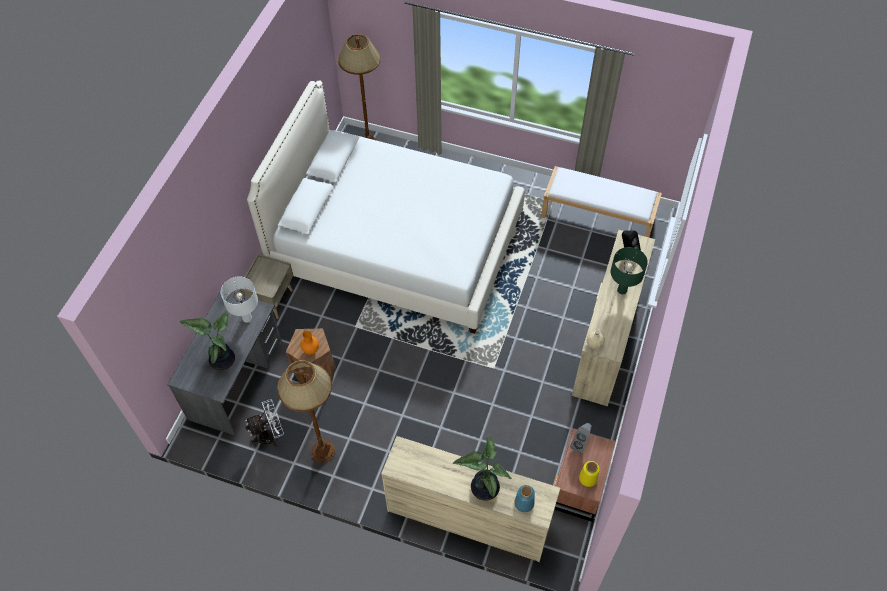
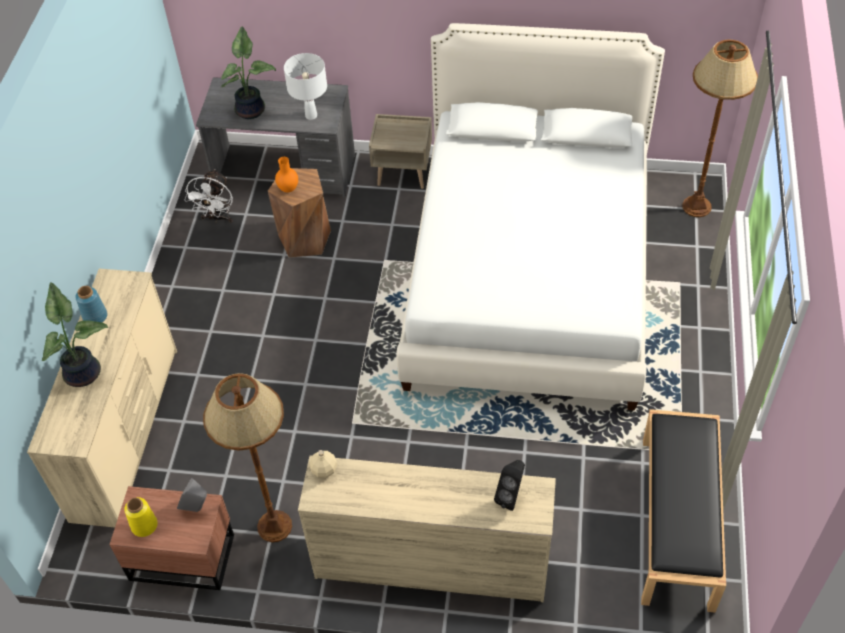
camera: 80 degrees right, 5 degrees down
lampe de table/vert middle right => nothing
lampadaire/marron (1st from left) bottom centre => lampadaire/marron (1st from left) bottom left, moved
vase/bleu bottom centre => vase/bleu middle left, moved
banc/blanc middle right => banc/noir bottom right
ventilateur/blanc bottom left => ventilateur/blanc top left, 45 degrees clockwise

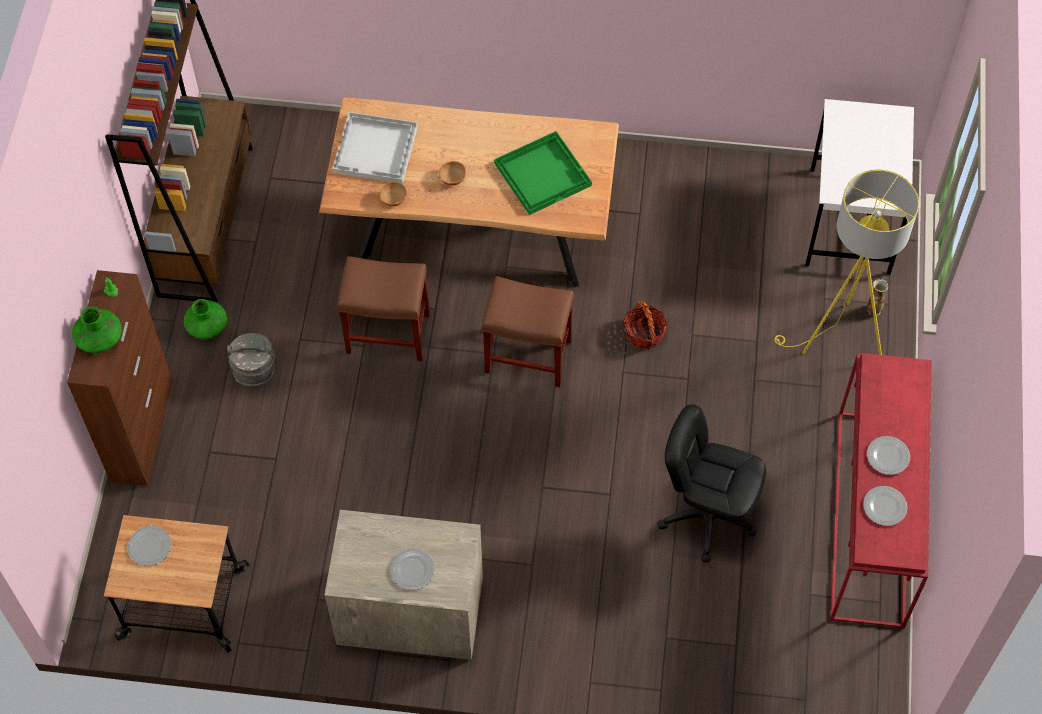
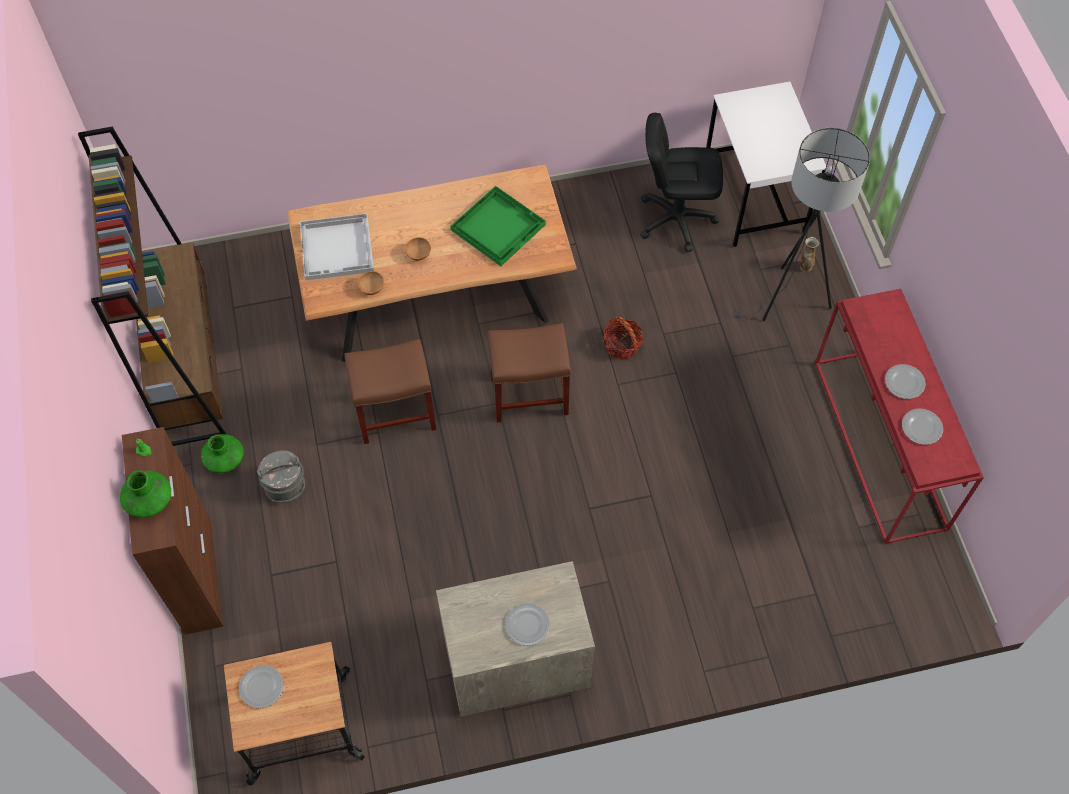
camera: 20 degrees left, 0 degrees up
chaise de bureau/noir bottom right => chaise de bureau/noir top centre, moved
lampadaire/jaune middle right => lampadaire/gris top right

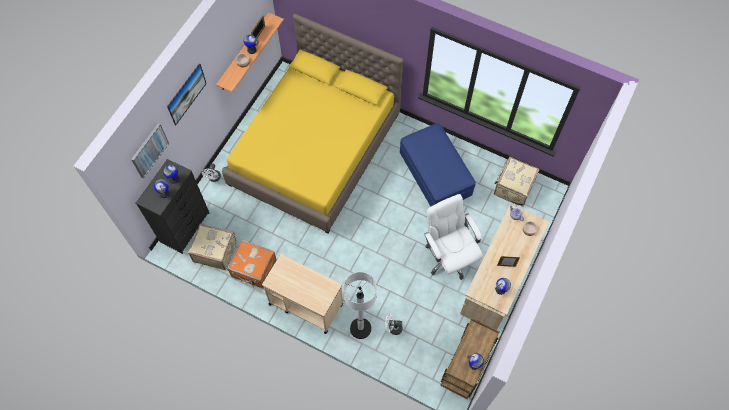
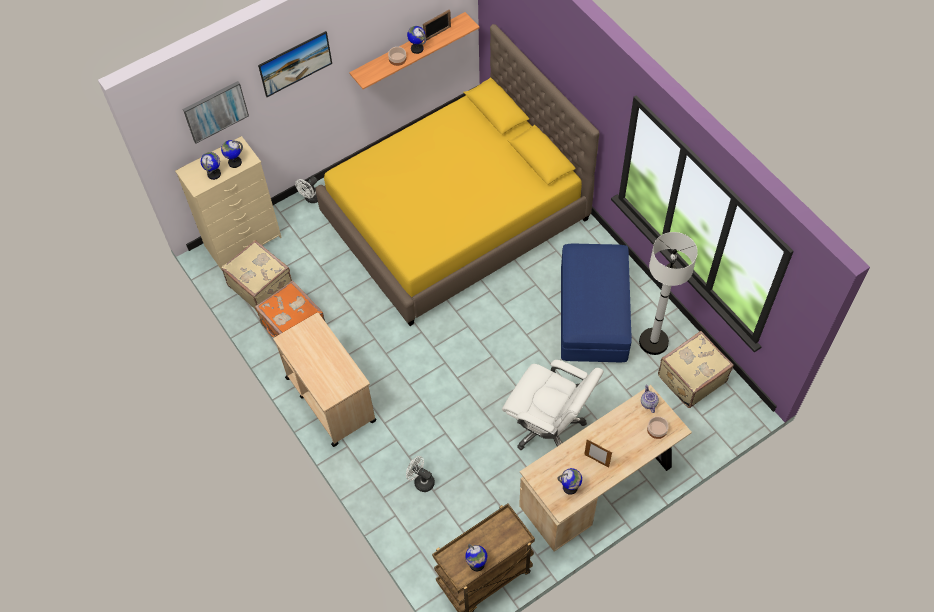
camera: 30 degrees right, 5 degrees down
lampadaire/blanc bottom centre => lampadaire/blanc middle right, moved
commode/noir middle left => commode/beige top left
chaise de bureau/blanc centre, 120 degrees clockwise

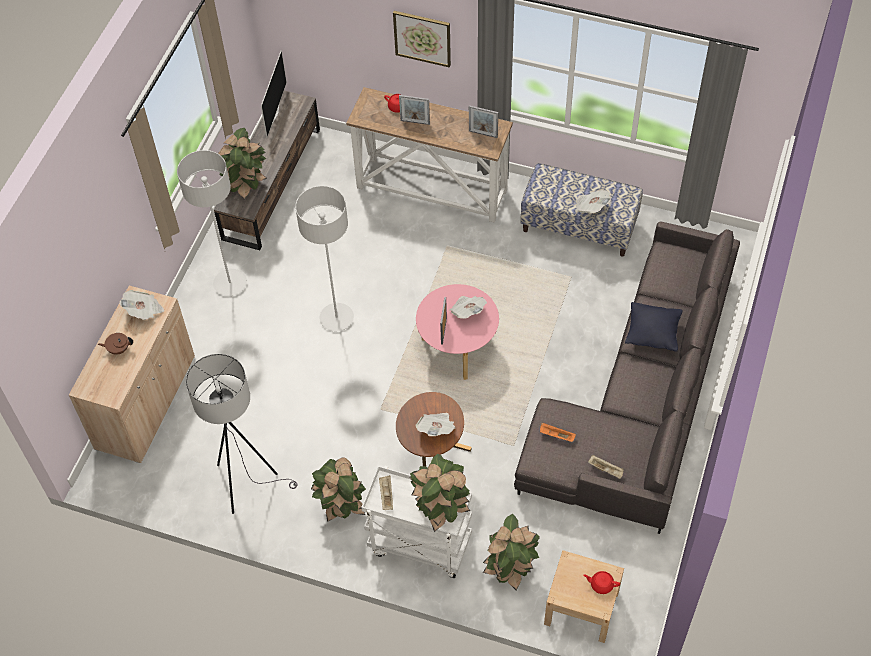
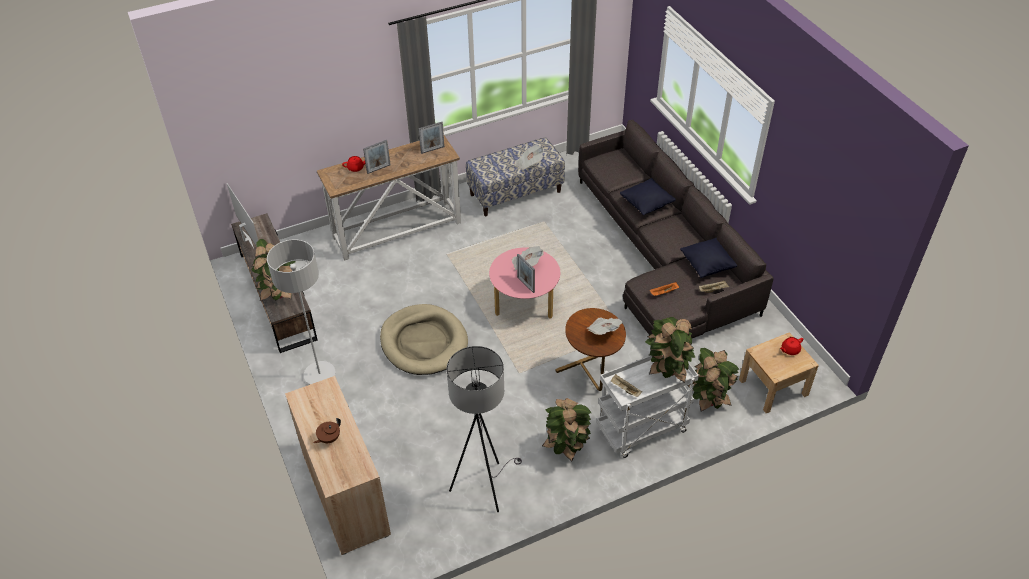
camera: 45 degrees left, 10 degrees down
journal (1st from left) middle left => nothing
tableau top centre => nothing
nothing => coussin/noir (2nd from left) middle right
lampadaire/gris (3rd from left) centre => panier pour chien/beige centre

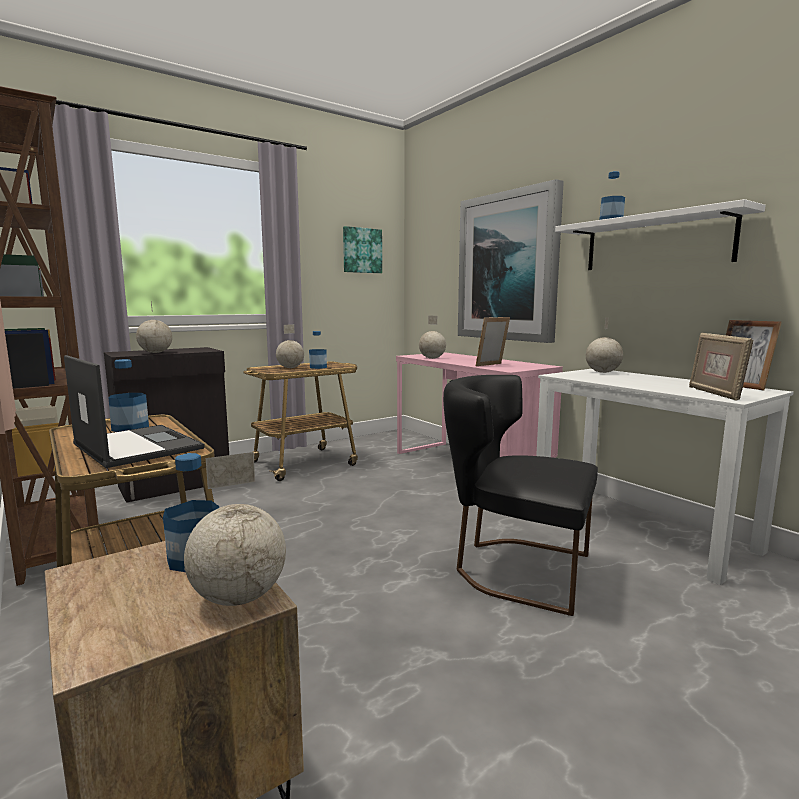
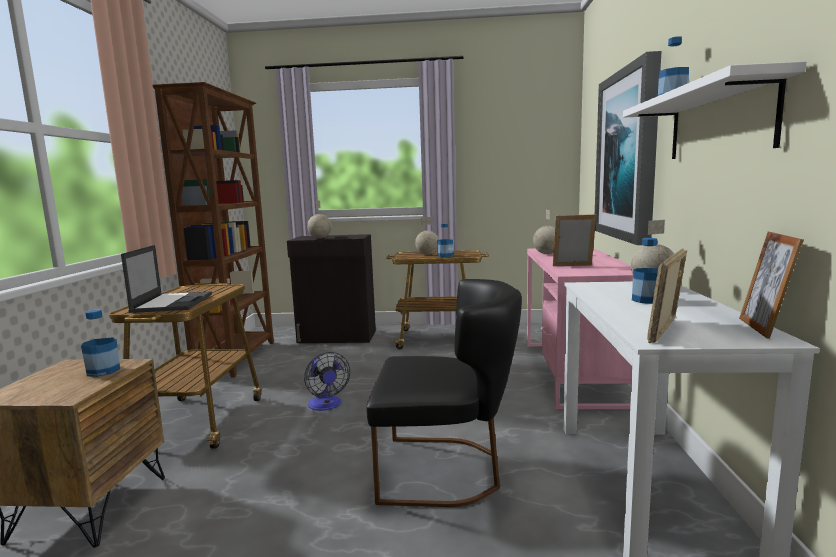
camera: 40 degrees right, 0 degrees up
globe (2nd from left) middle left => nothing
tableau (1st from left) top centre => nothing
nothing => ventilateur bottom centre
bouteille (1st from left in the first image) middle left => bouteille (3rd from left) middle right, moved
chaise/noir centre => chaise/noir bottom centre, 120 degrees clockwise

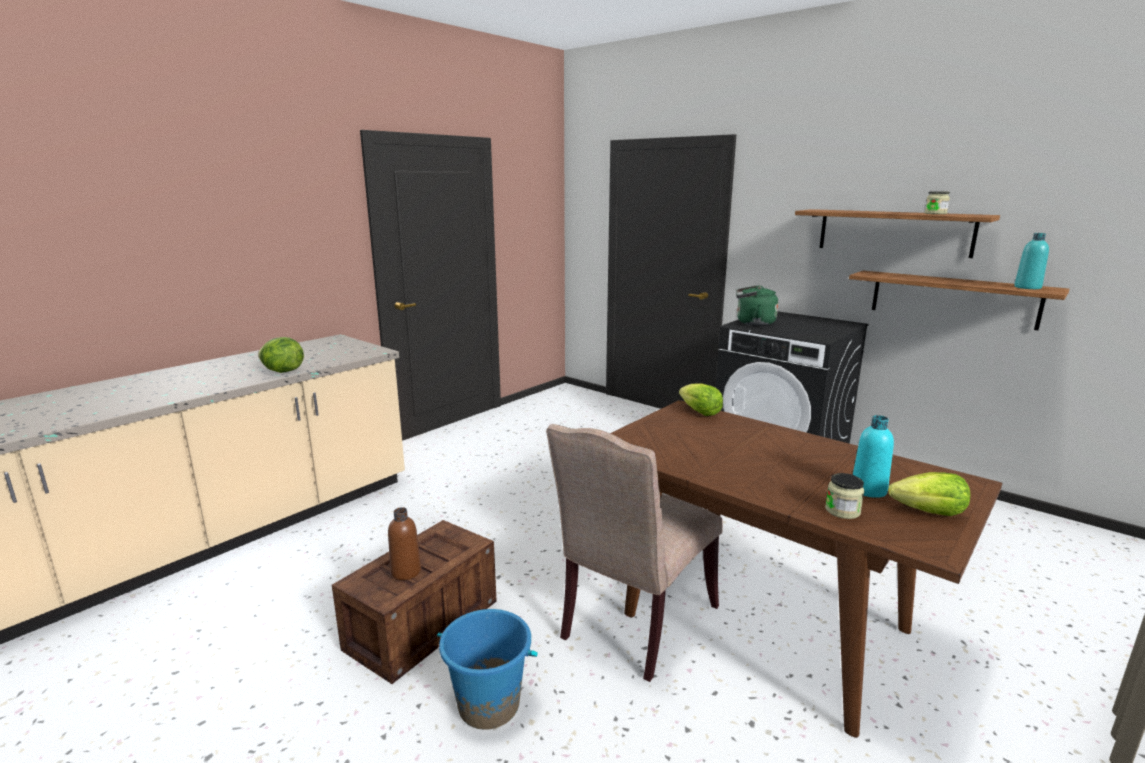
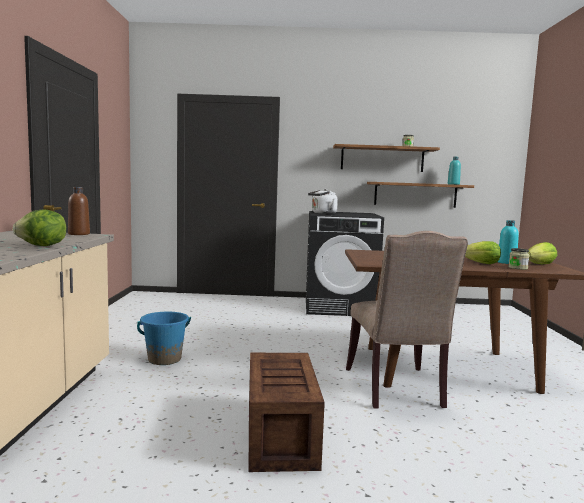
camera: 40 degrees left, 10 degrees down
bouteille/marron bottom centre => bouteille/marron middle left, moved
seau/bleu bottom centre => seau/bleu bottom left, moved
laitue (2nd from left) centre => laitue (2nd from left) middle right, moved
bouilloire/vert centre => bouilloire/blanc centre

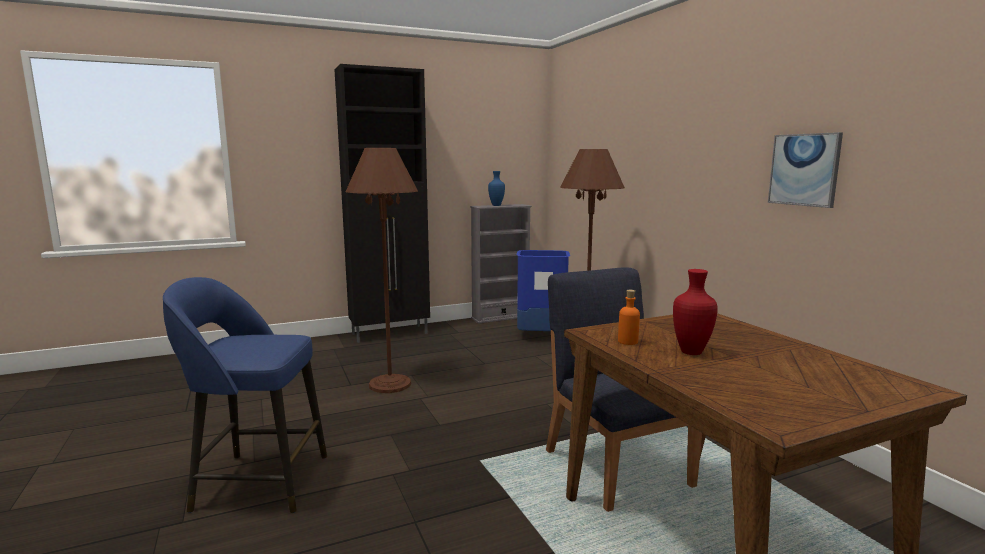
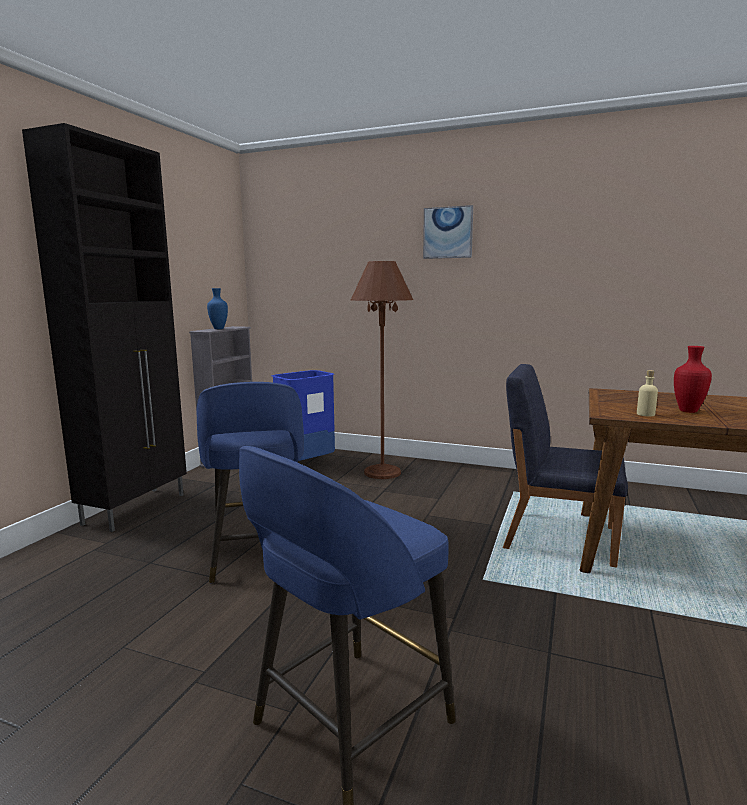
camera: 45 degrees left, 0 degrees up
tableau top right => tableau top centre, moved
lampadaire/marron (1st from left) centre => tabouret/bleu (1st from left) centre
bouteille/orange centre => bouteille/beige middle right

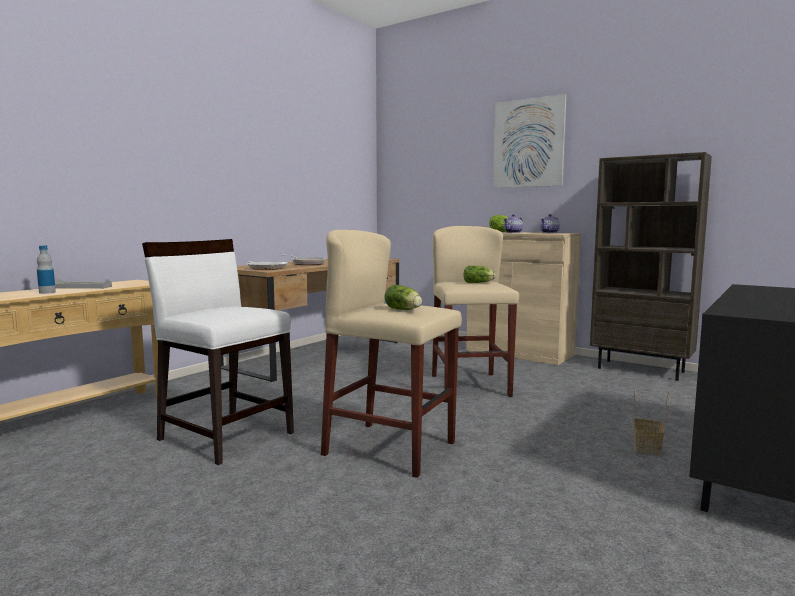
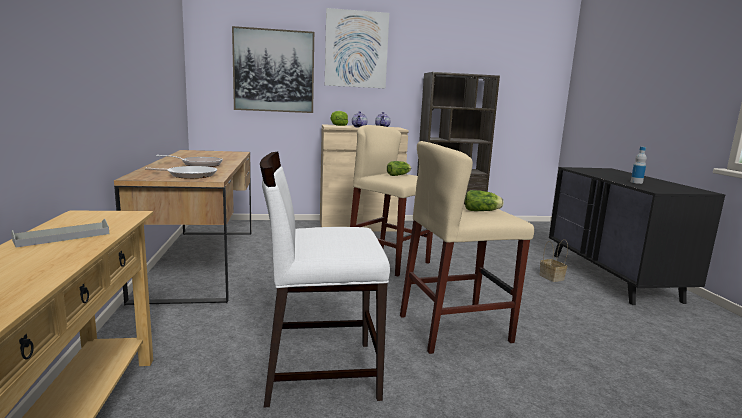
camera: 45 degrees left, 5 degrees up
nothing => tableau (1st from left) top centre
bouteille middle left => bouteille middle right, moved

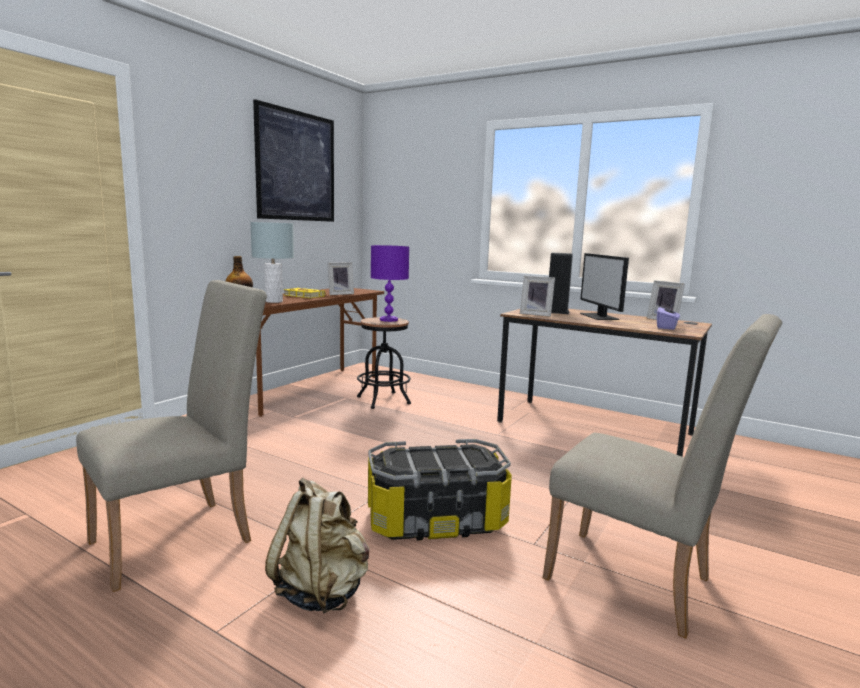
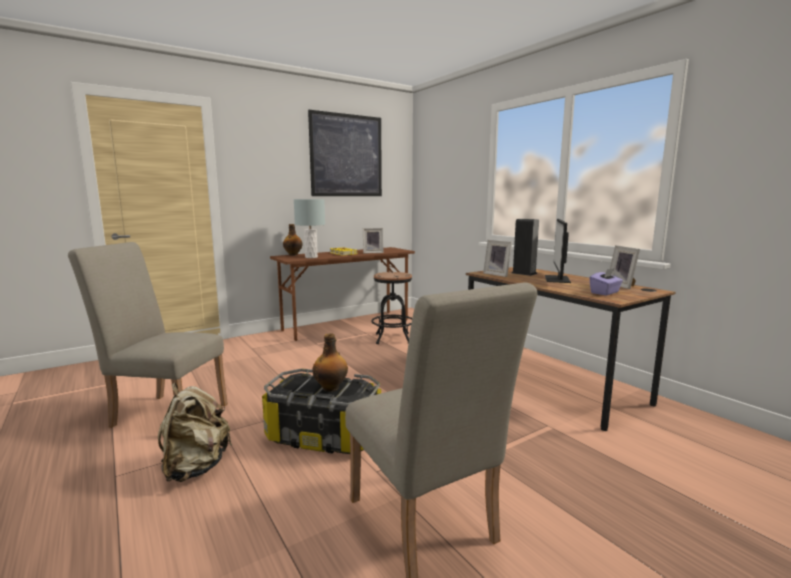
camera: 25 degrees right, 0 degrees up
lampe de table/violet centre => nothing
nothing => bouteille (2nd from left) centre
chaise/beige (1st from left) middle left, 150 degrees counterclockwise

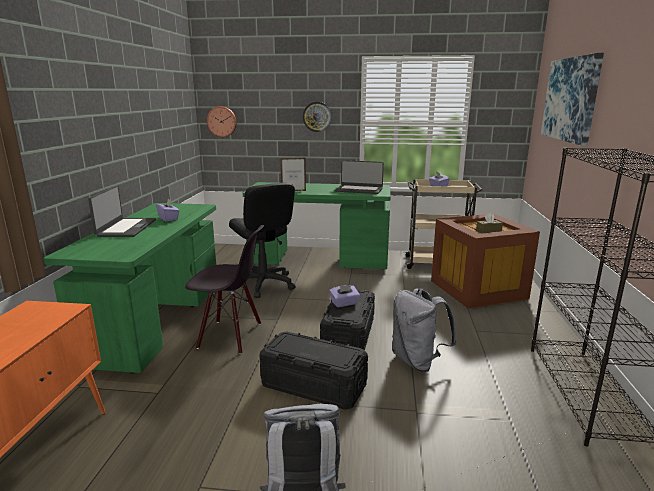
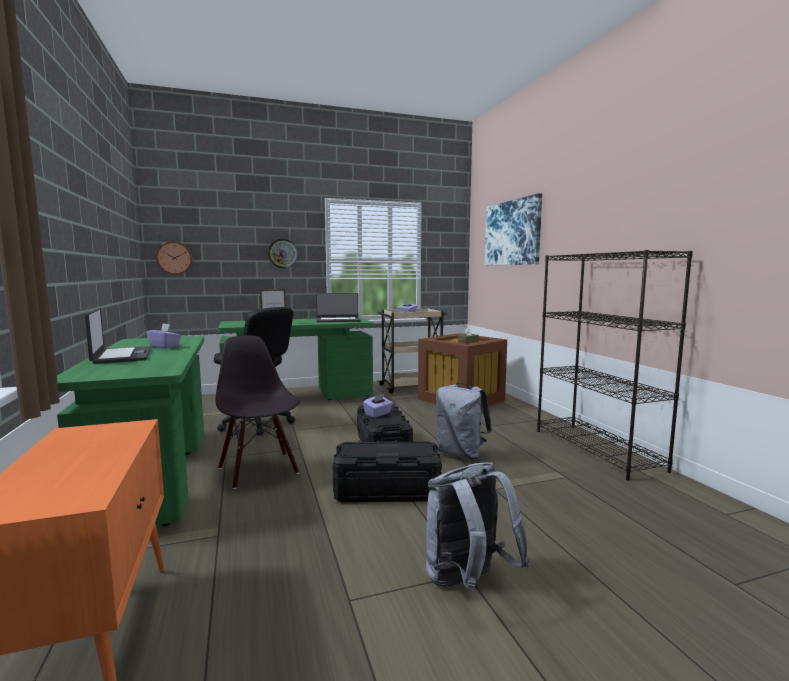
camera: 25 degrees left, 10 degrees down
chaise/noir centre => chaise/noir middle left, 105 degrees counterclockwise

